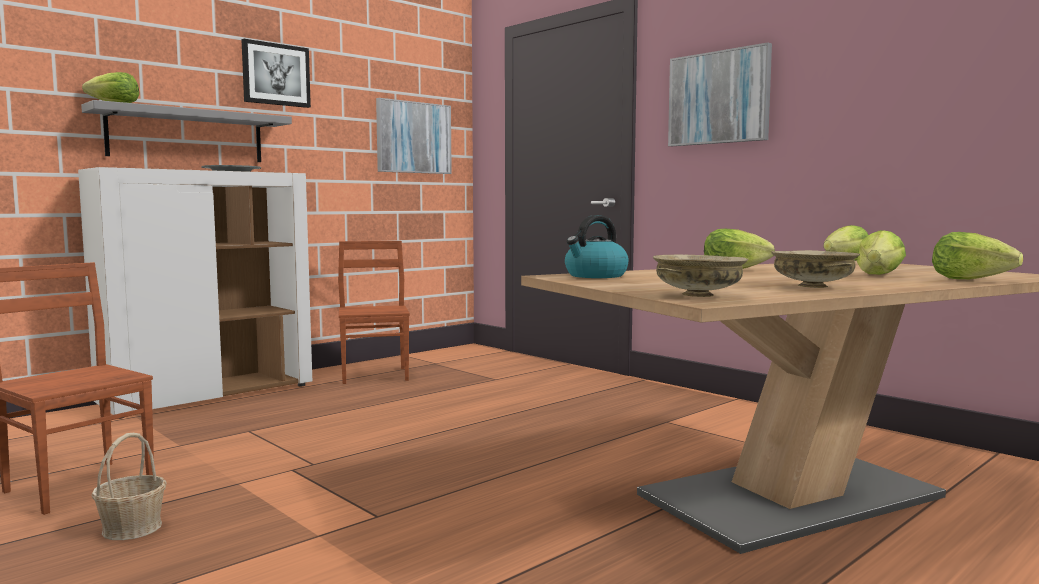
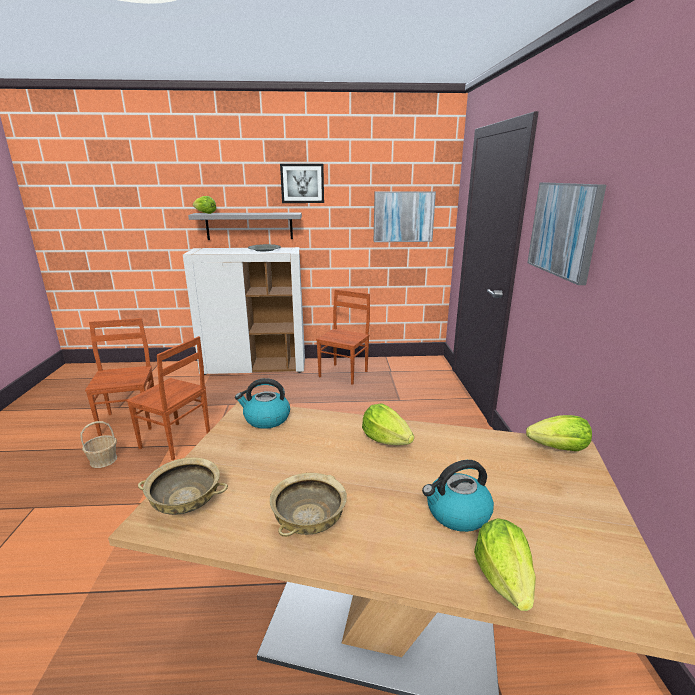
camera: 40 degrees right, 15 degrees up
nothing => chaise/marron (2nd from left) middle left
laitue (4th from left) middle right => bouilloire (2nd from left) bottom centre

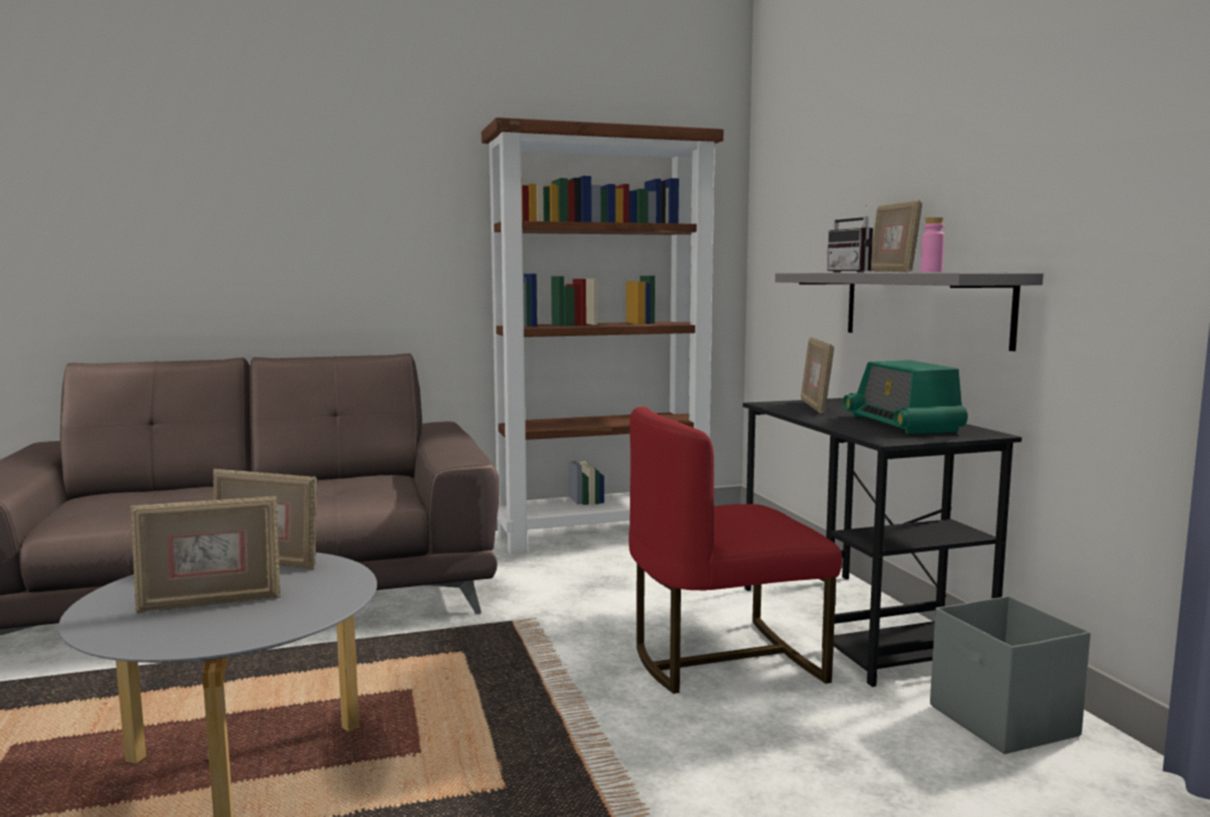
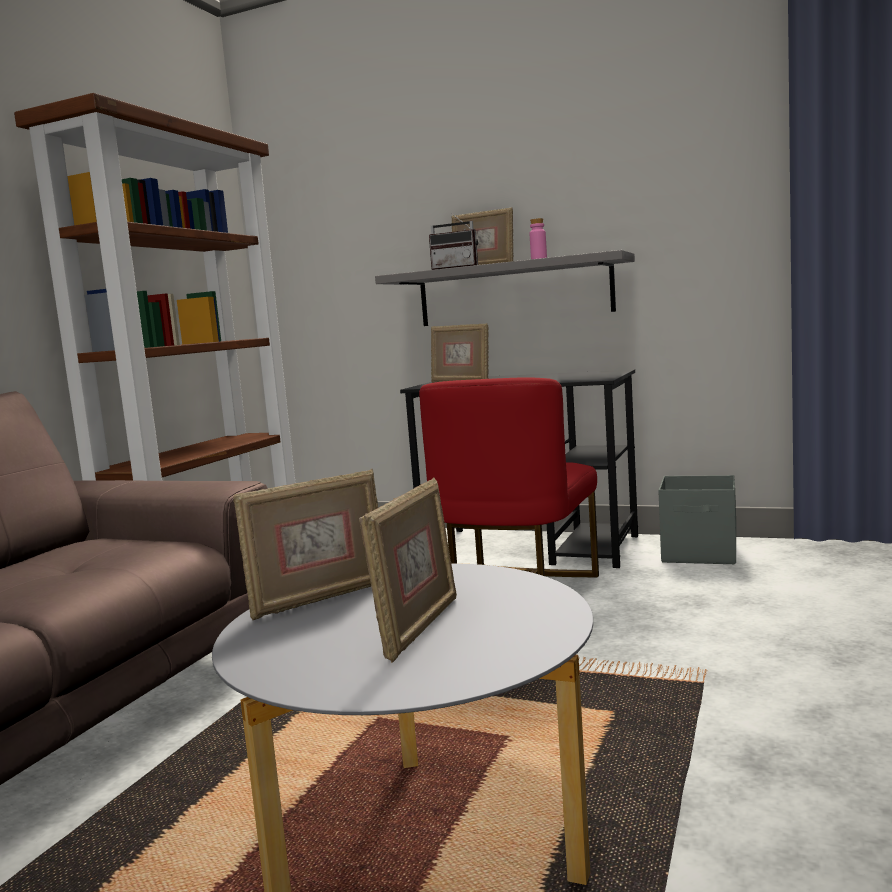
camera: 50 degrees left, 0 degrees up
radio (2nd from left) middle right => nothing

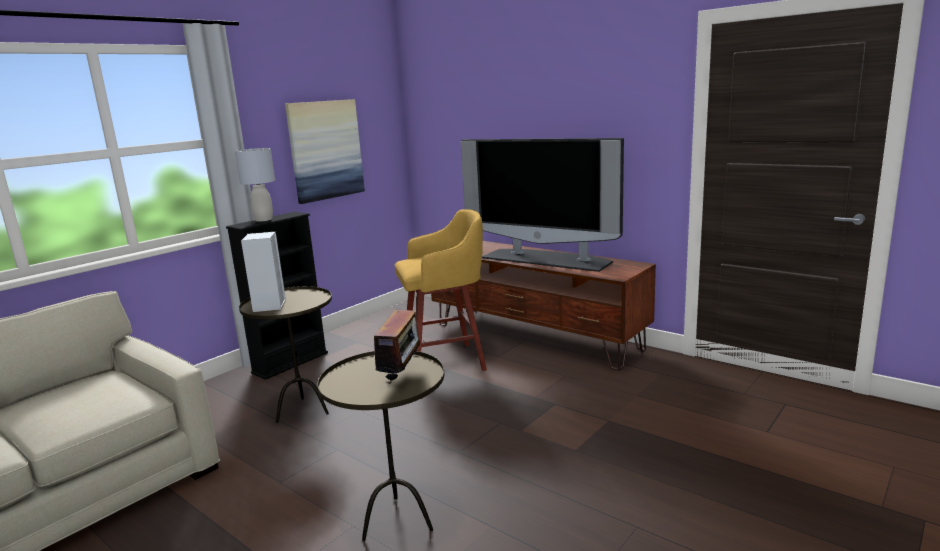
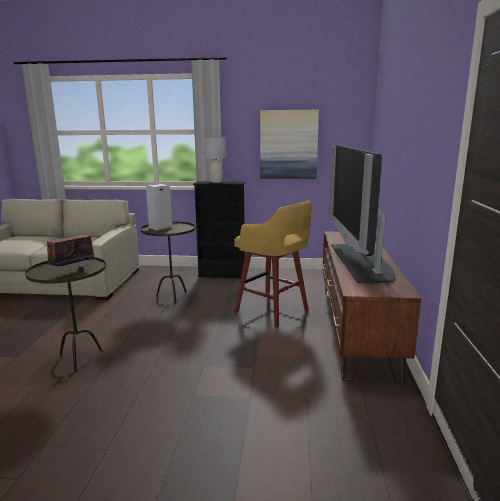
camera: 55 degrees right, 0 degrees up
radio centre => radio middle left, 150 degrees clockwise

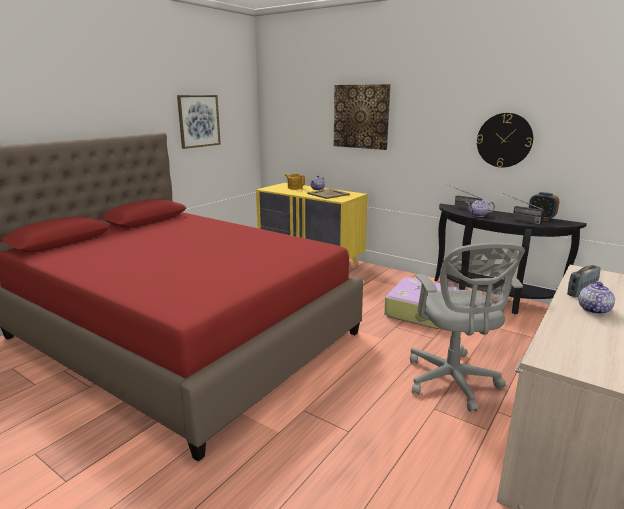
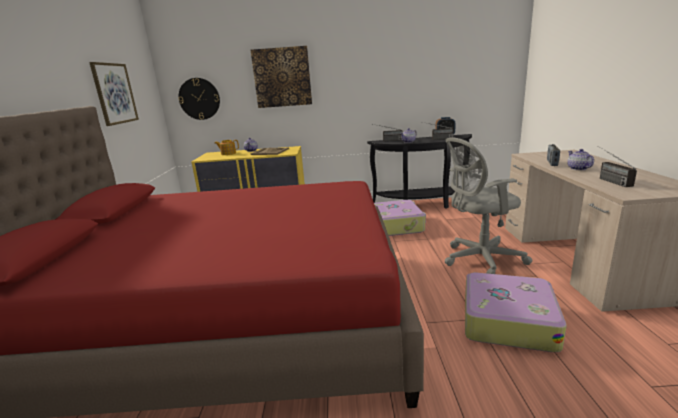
camera: 35 degrees left, 0 degrees up
nothing => valise (2nd from left) bottom right
nothing => radio (4th from left) middle right
horloge murale top right => horloge murale top left, moved
chaise de bureau/gris middle right, 120 degrees clockwise

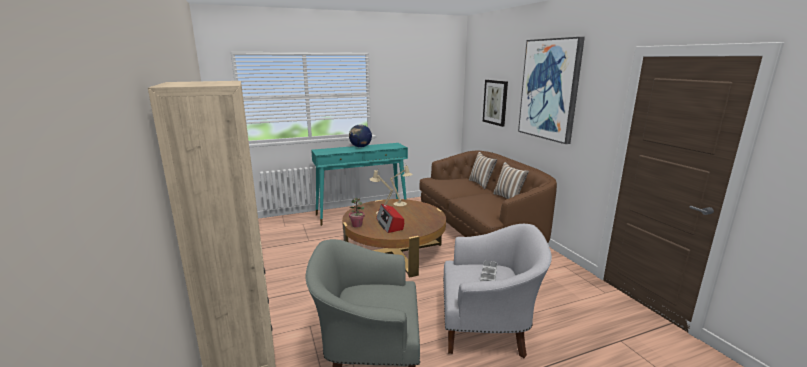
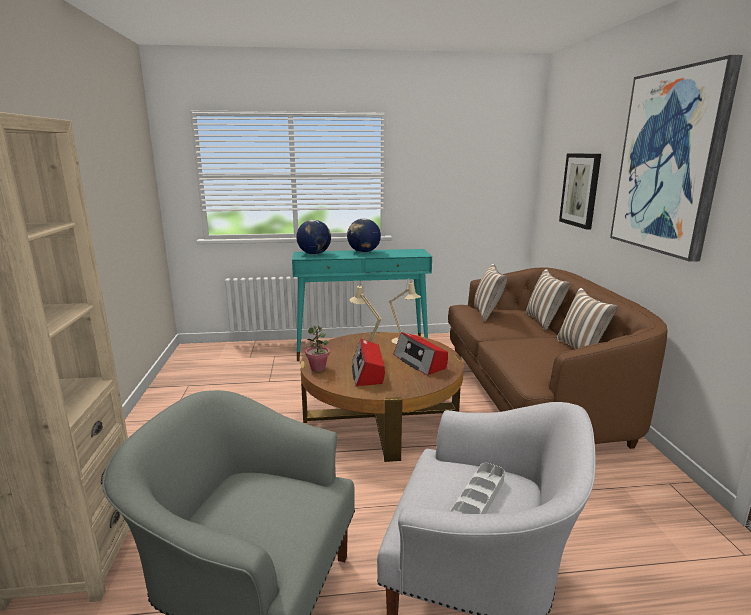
camera: 15 degrees right, 0 degrees up
nothing => globe (1st from left) centre
nothing => radio (2nd from left) centre
nothing => coussin (1st from left) centre

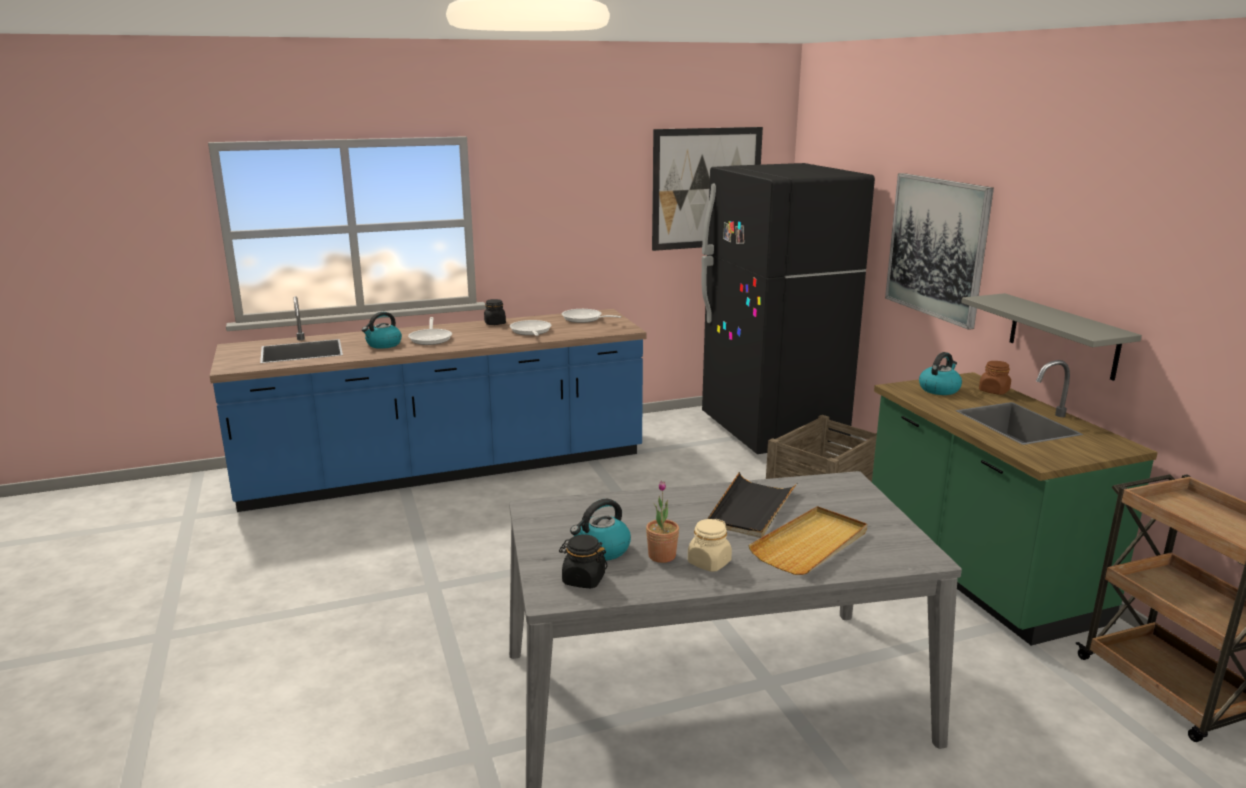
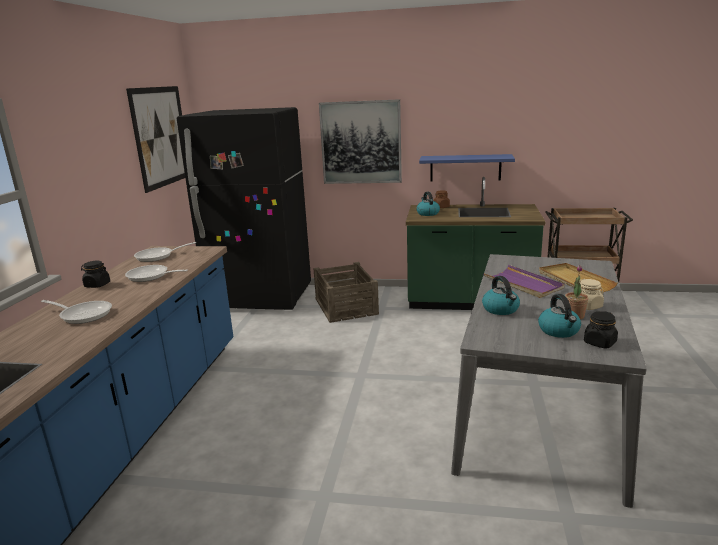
camera: 60 degrees left, 0 degrees up
bouilloire (1st from left in the first image) middle left => bouilloire (2nd from left) middle right, moved
plateau/noir centre => plateau/violet middle right
étagère/gris middle right => étagère/bleu top centre

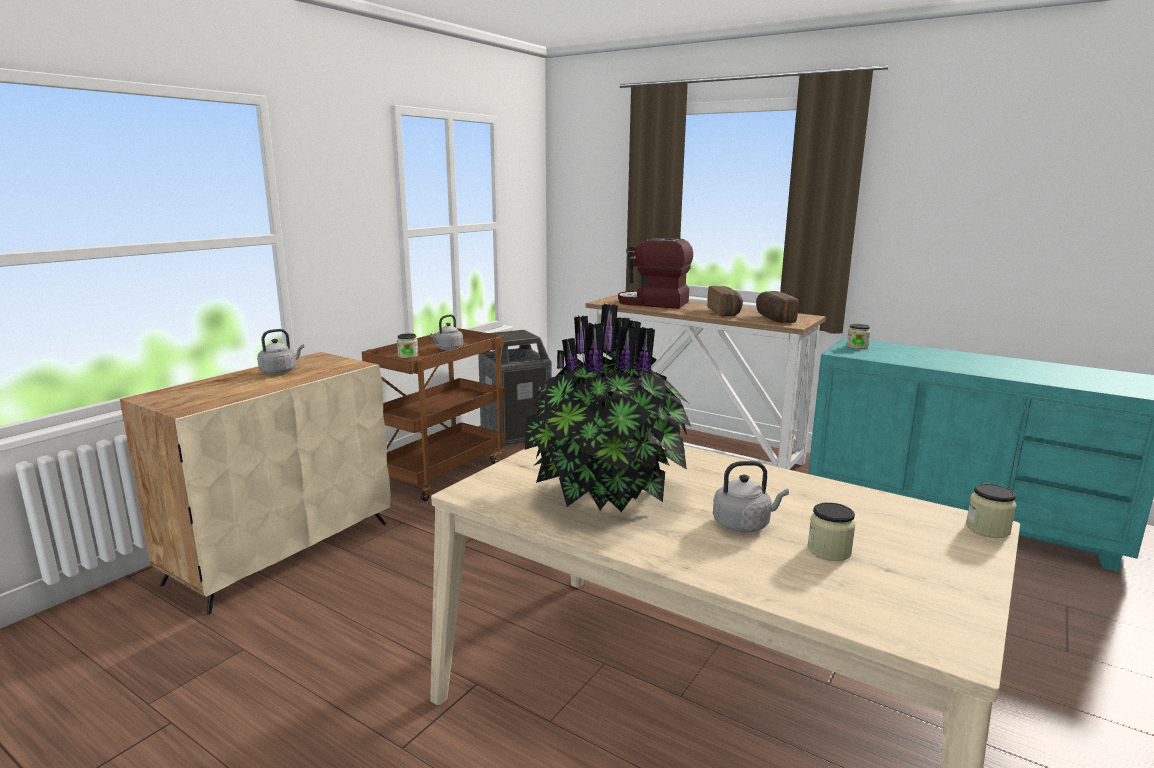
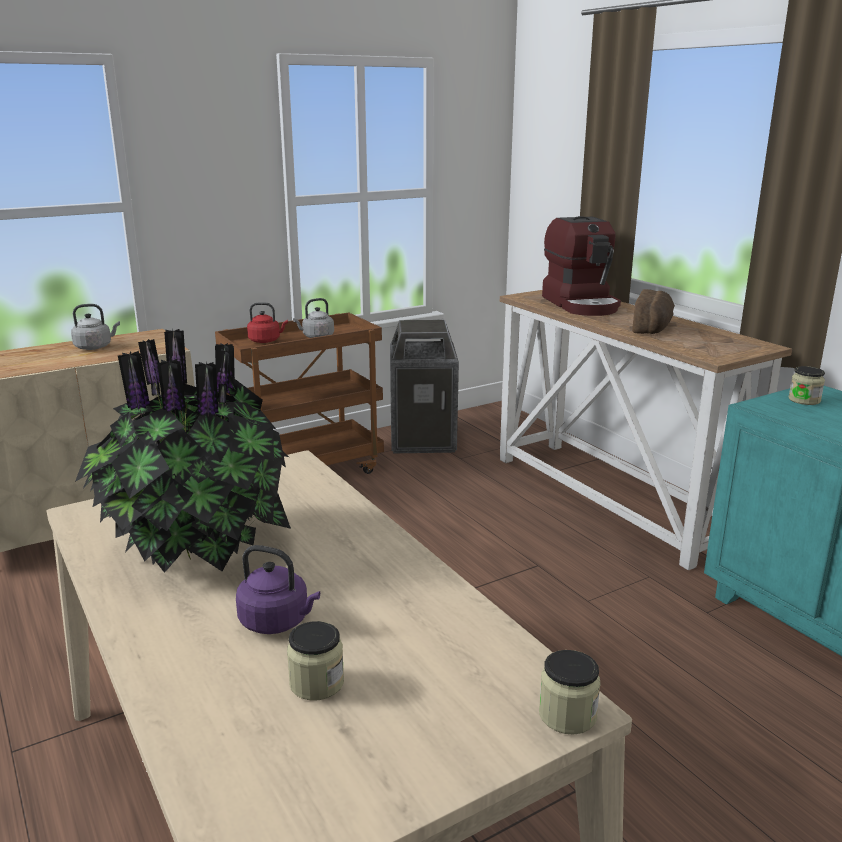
camera: 25 degrees right, 5 degrees up
pain (2nd from left) middle right => nothing
bocal (1st from left) centre => bouilloire/rouge middle left
bouilloire/gris (3rd from left) centre => bouilloire/violet bottom left
machine à café centre => machine à café top right, 150 degrees counterclockwise

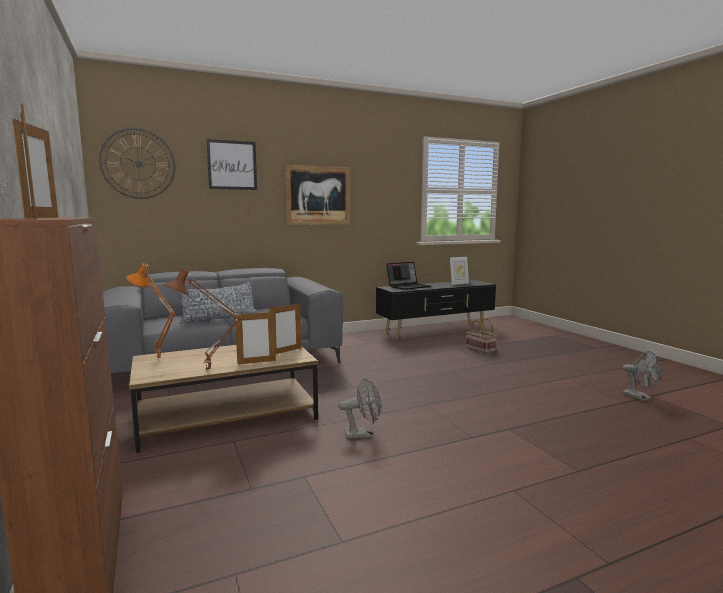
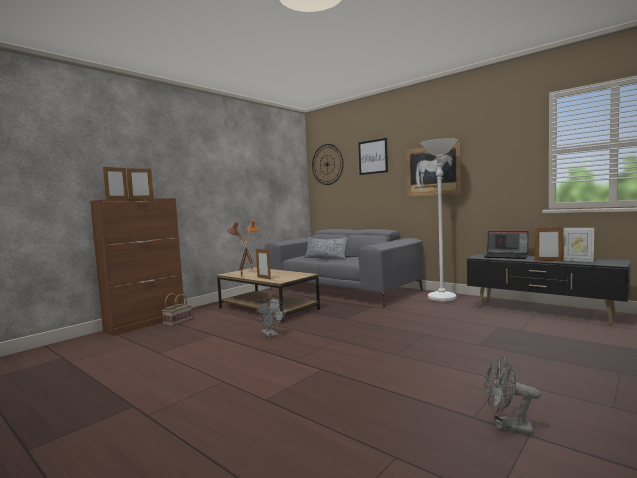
camera: 65 degrees right, 5 degrees down
nothing => lampadaire/blanc middle right
cadre photo (4th from left) centre => cadre photo (4th from left) middle right, moved
panier centre => panier middle left, moved
ventilateur/gris (2nd from left) middle right => ventilateur/gris (2nd from left) bottom right, 75 degrees clockwise

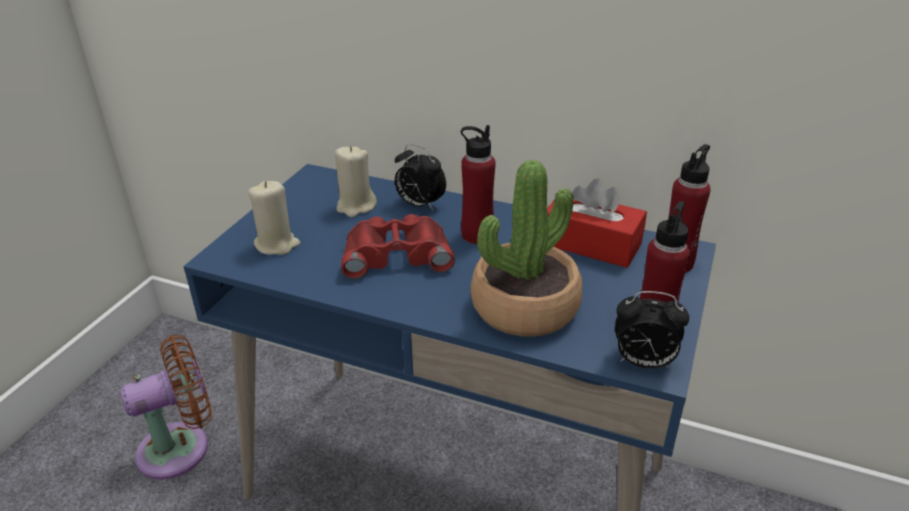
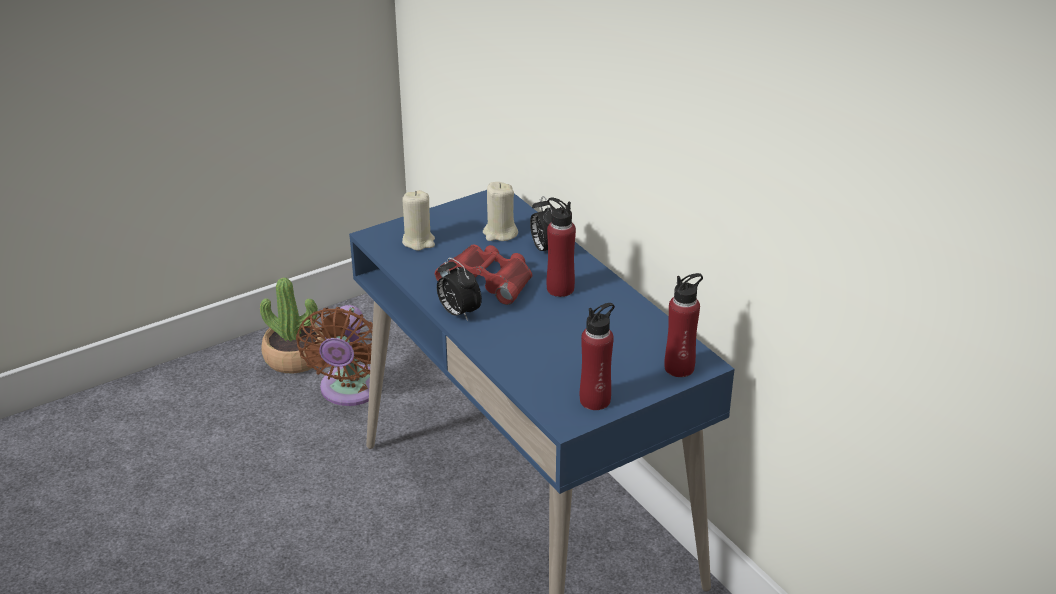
camera: 35 degrees right, 0 degrees up
boîte à mouchoirs/rouge centre => nothing
plante en pot centre => plante en pot middle left, moved
réveil (2nd from left in the first image) middle right => réveil (1st from left) centre, moved
ventilateur/marron bottom left => ventilateur/marron middle left, 90 degrees clockwise

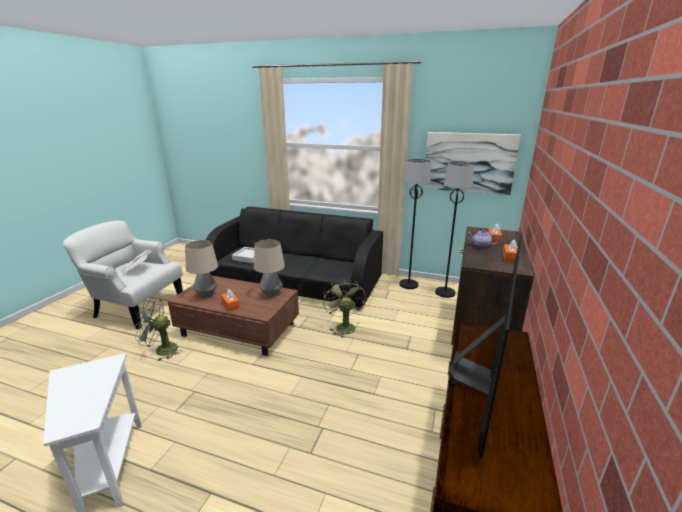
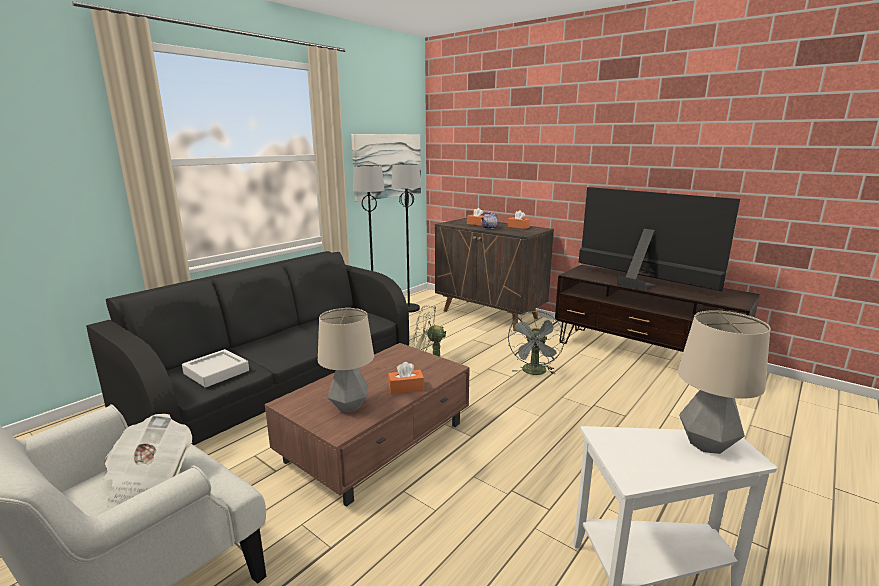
camera: 70 degrees left, 5 degrees down
ventilateur/gris middle left => ventilateur/gris centre, moved
lampe de table (2nd from left) centre => lampe de table (2nd from left) middle right, moved

